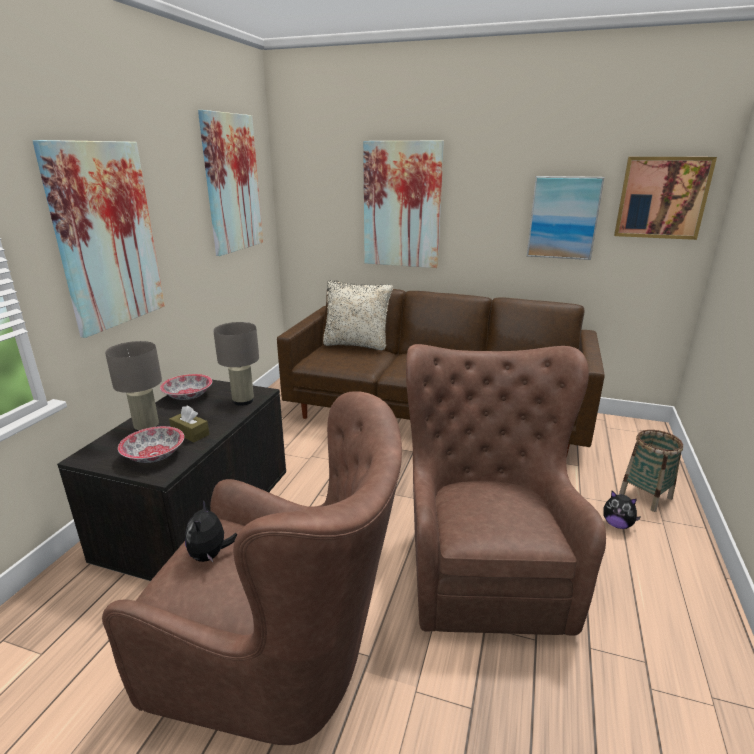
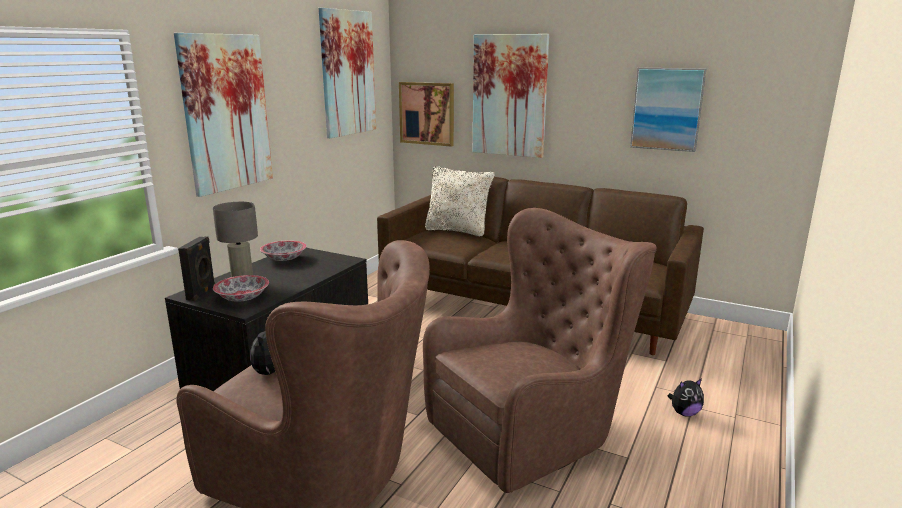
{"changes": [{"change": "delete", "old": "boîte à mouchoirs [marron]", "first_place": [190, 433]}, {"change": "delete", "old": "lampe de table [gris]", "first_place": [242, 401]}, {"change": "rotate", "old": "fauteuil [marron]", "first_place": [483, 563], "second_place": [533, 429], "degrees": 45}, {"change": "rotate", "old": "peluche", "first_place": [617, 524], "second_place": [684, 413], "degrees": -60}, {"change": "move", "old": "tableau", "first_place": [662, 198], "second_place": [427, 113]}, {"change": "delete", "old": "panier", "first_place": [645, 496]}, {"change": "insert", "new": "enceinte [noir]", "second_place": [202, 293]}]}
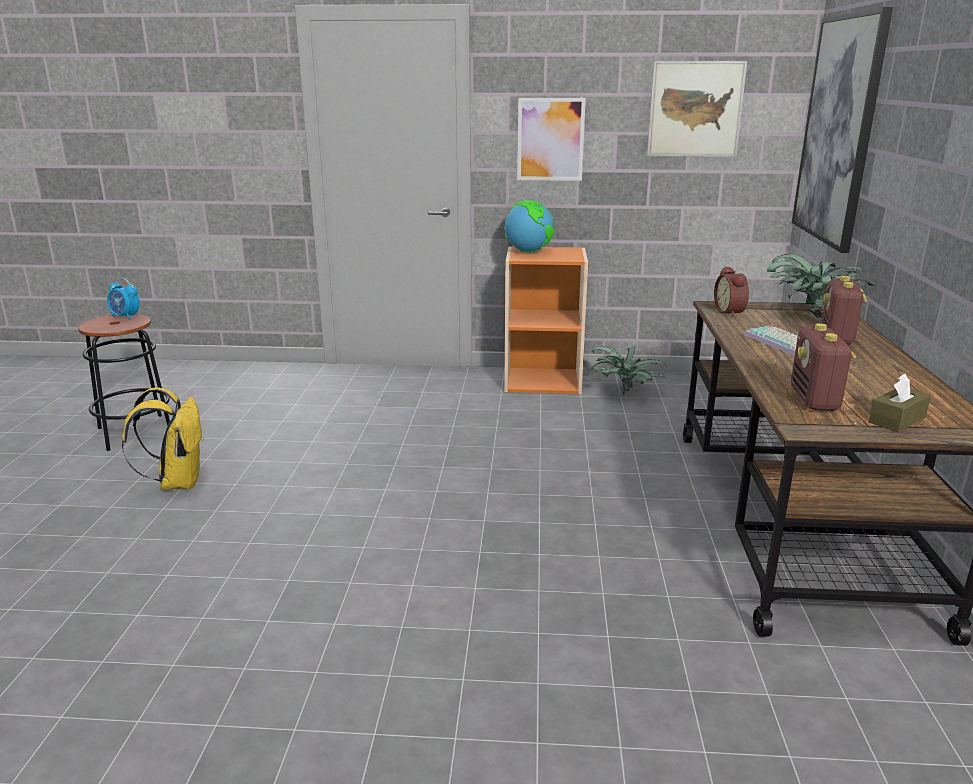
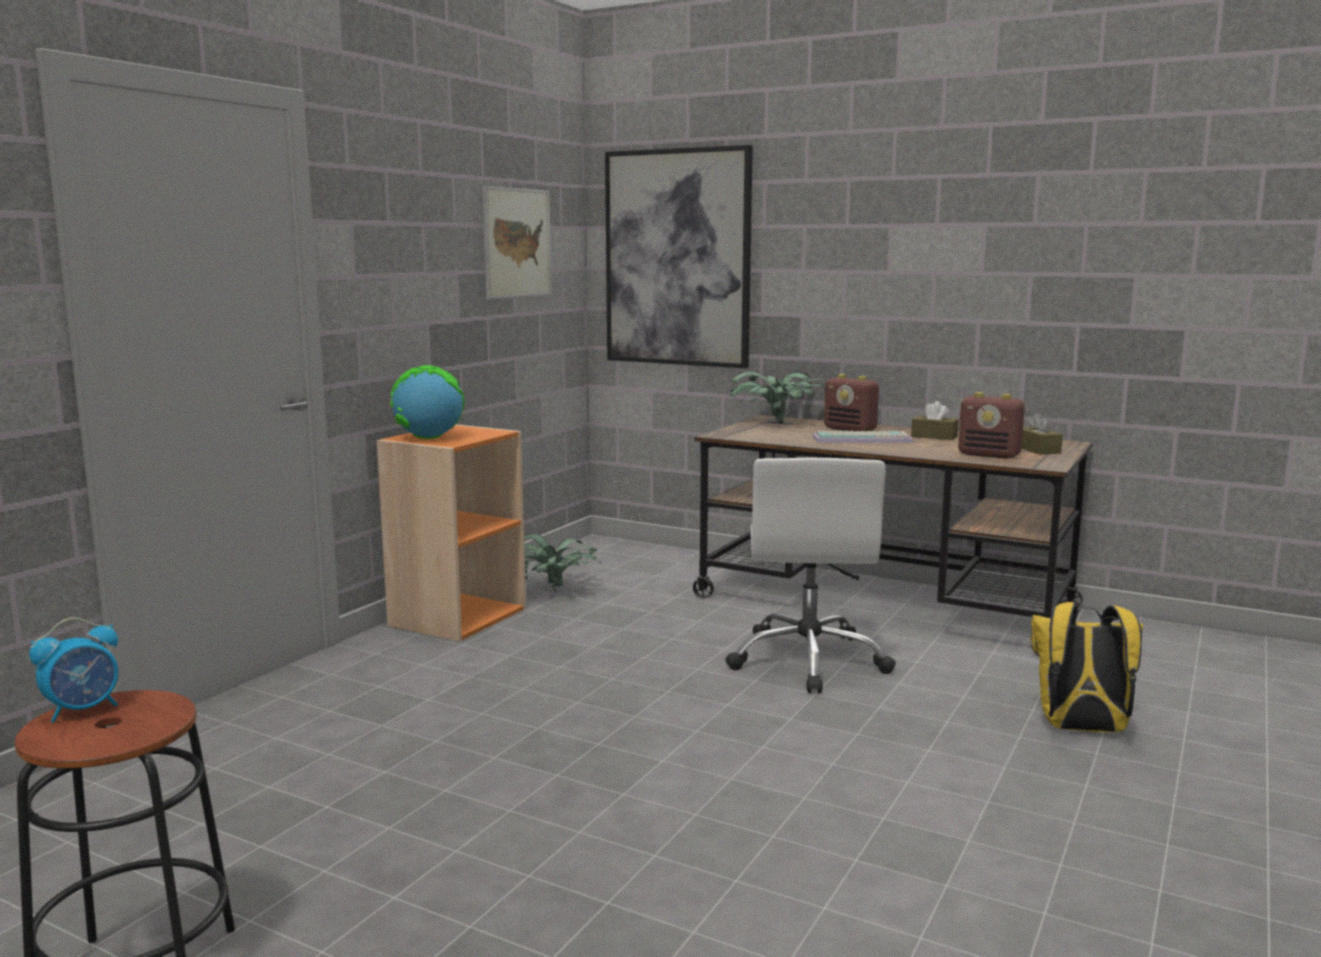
{"changes": [{"change": "move", "old": "sac à dos [jaune]", "first_place": [178, 482], "second_place": [1081, 729]}, {"change": "delete", "old": "tableau", "first_place": [550, 139]}, {"change": "delete", "old": "réveil", "first_place": [731, 312]}, {"change": "insert", "new": "chaise de bureau [blanc]", "second_place": [808, 661]}, {"change": "insert", "new": "boîte à mouchoirs [marron]", "second_place": [934, 436]}]}
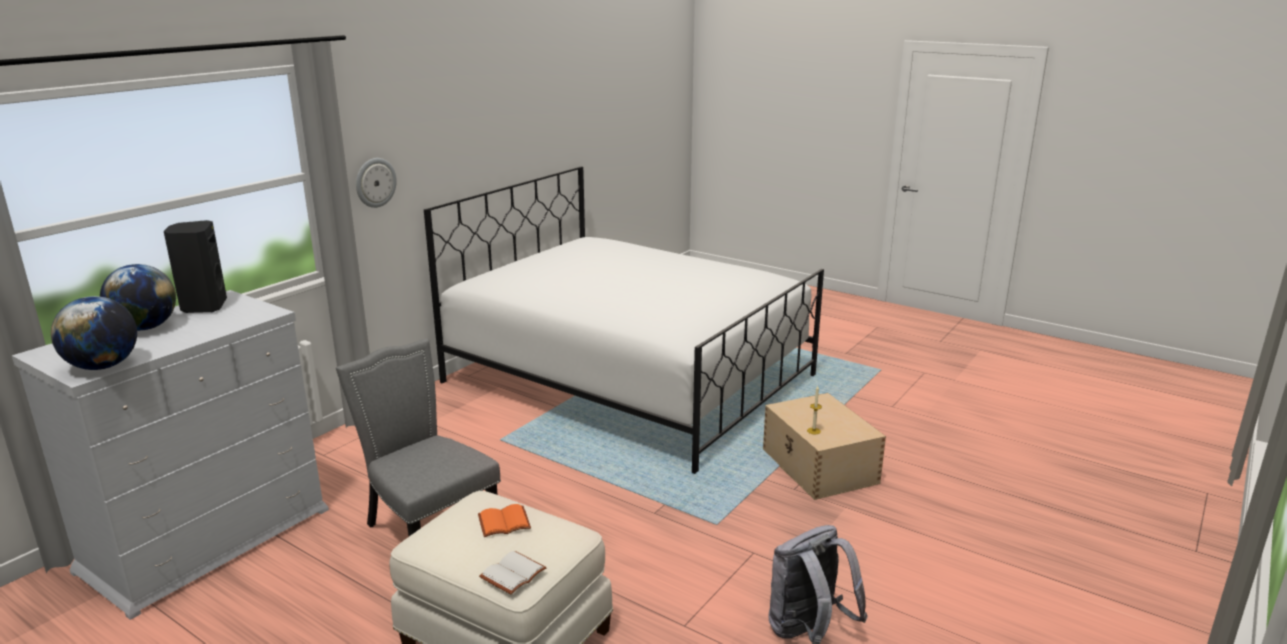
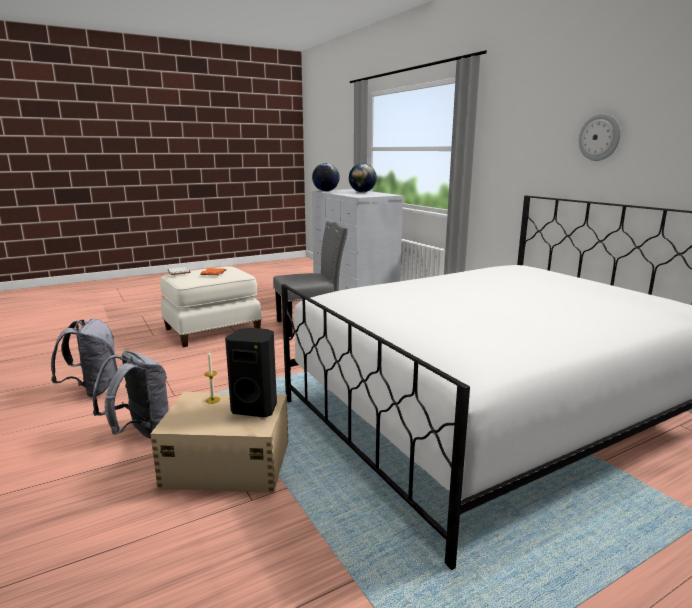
{"changes": [{"change": "move", "old": "enceinte [noir]", "first_place": [203, 307], "second_place": [256, 408]}, {"change": "move", "old": "horloge murale", "first_place": [375, 182], "second_place": [599, 137]}, {"change": "insert", "new": "sac à dos [gris]", "second_place": [140, 433]}]}
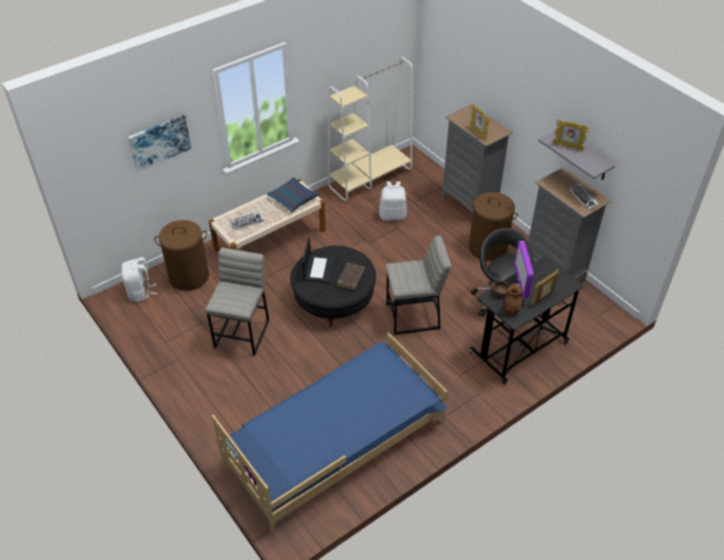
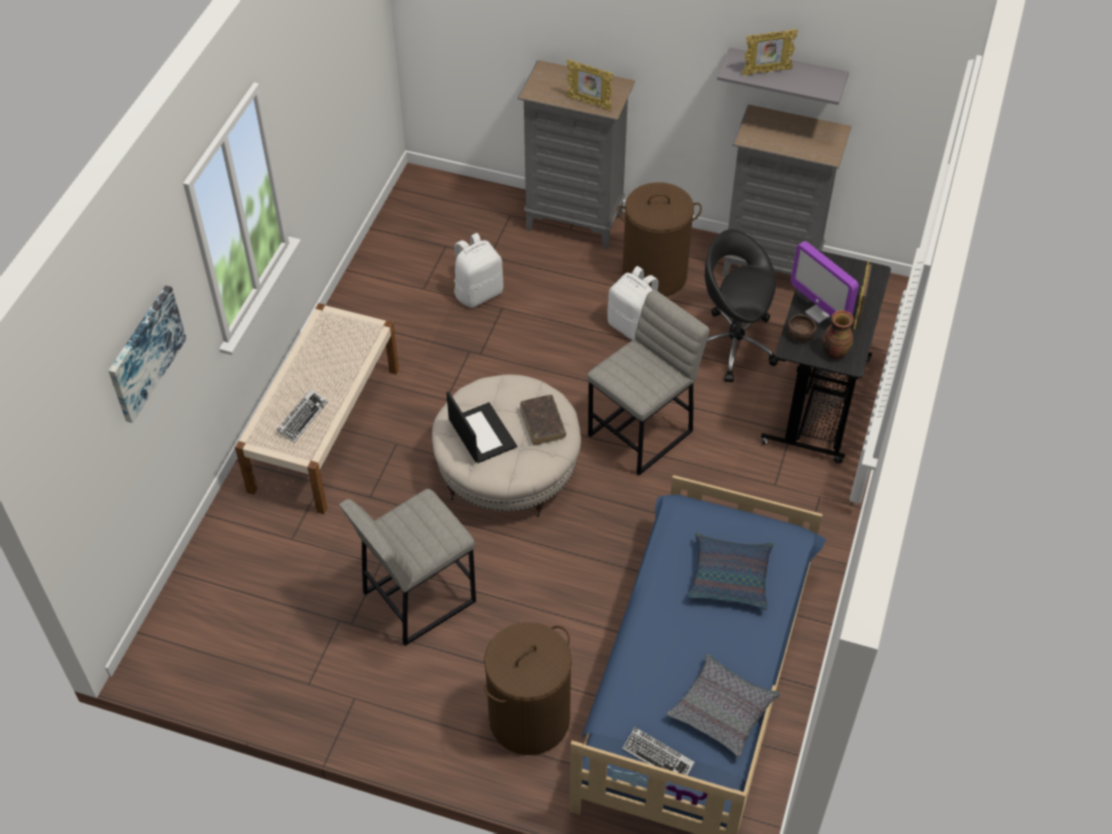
{"changes": [{"change": "move", "old": "sac à dos [blanc]", "first_place": [140, 292], "second_place": [633, 326]}, {"change": "move", "old": "panier à linge [marron]", "first_place": [189, 276], "second_place": [529, 718]}, {"change": "rotate", "old": "chaise [gris]", "first_place": [242, 332], "second_place": [417, 598], "degrees": -105}, {"change": "move", "old": "coussin [bleu]", "first_place": [293, 199], "second_place": [729, 577]}, {"change": "recolor", "old": "pouf [noir]", "new": "pouf [beige]", "first_place": [333, 299], "second_place": [507, 471]}, {"change": "delete", "old": "portant [beige]", "first_place": [370, 178]}, {"change": "move", "old": "clavier", "first_place": [583, 198], "second_place": [658, 757]}, {"change": "insert", "new": "coussin [gris]", "second_place": [722, 710]}]}
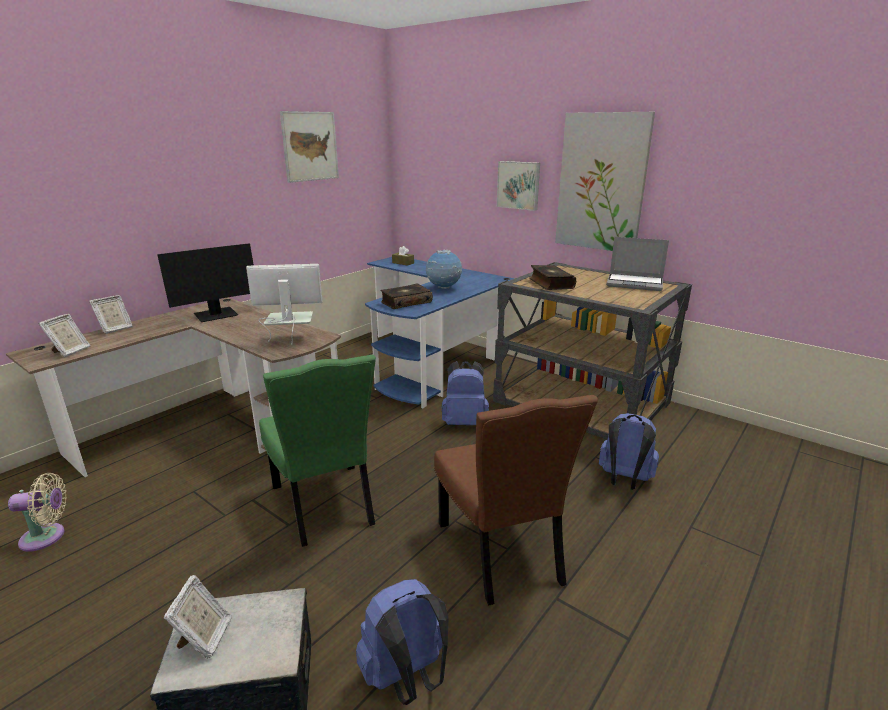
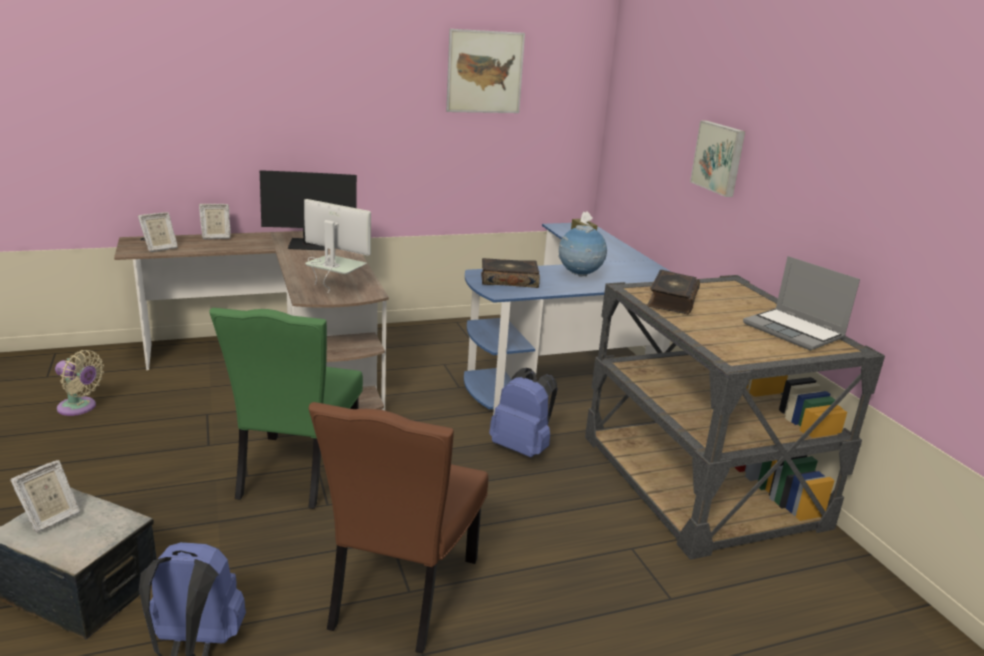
{"changes": [{"change": "delete", "old": "tableau", "first_place": [601, 183]}, {"change": "delete", "old": "sac à dos [bleu]", "first_place": [624, 480]}]}
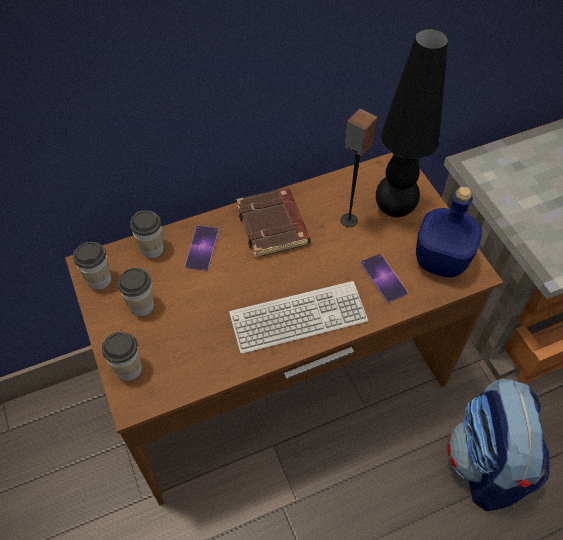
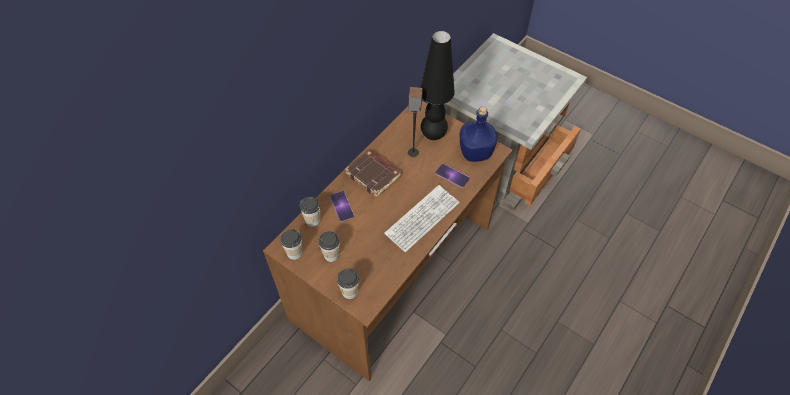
{"changes": [{"change": "delete", "old": "sac à dos", "first_place": [486, 465]}]}
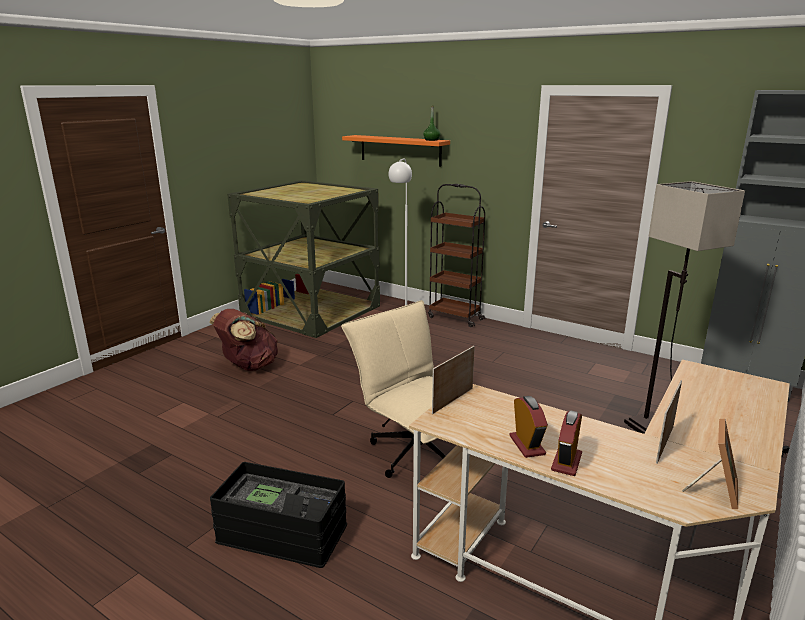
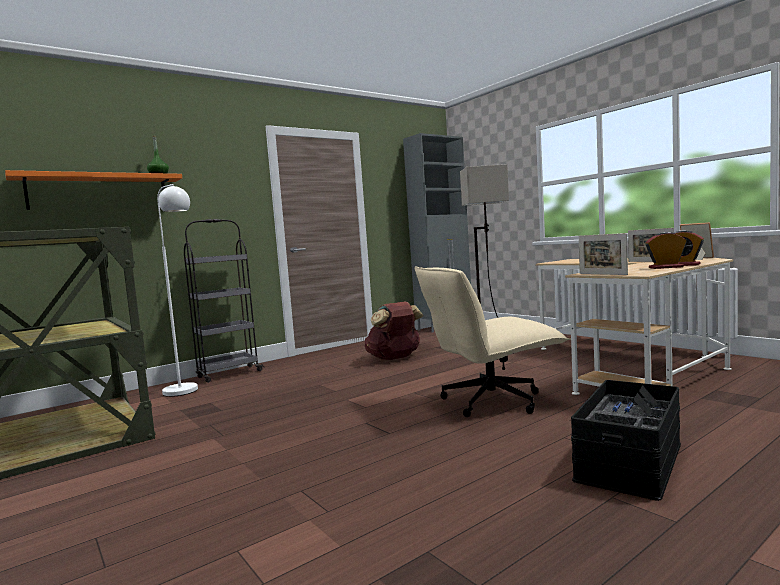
{"changes": [{"change": "move", "old": "sac à dos [marron]", "first_place": [248, 366], "second_place": [394, 358]}, {"change": "recolor", "old": "chariot [marron]", "new": "chariot [gris]", "first_place": [455, 318], "second_place": [229, 374]}]}
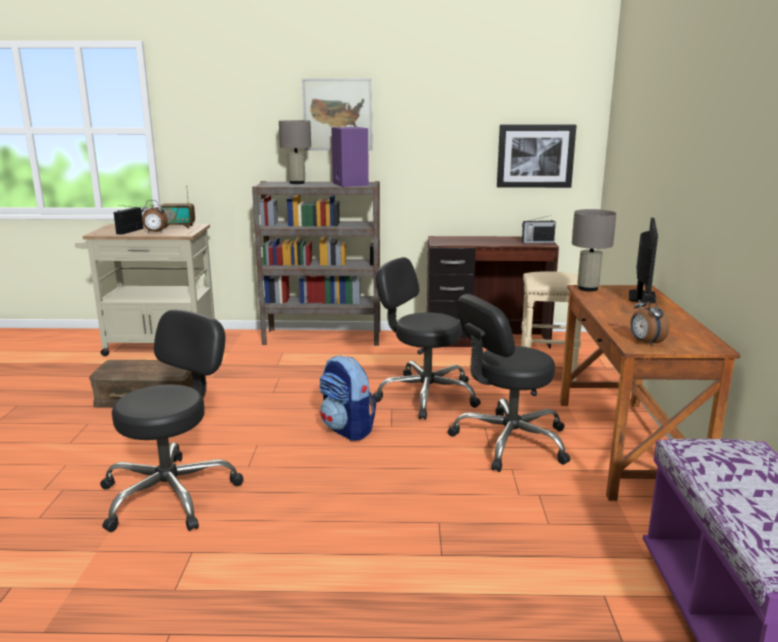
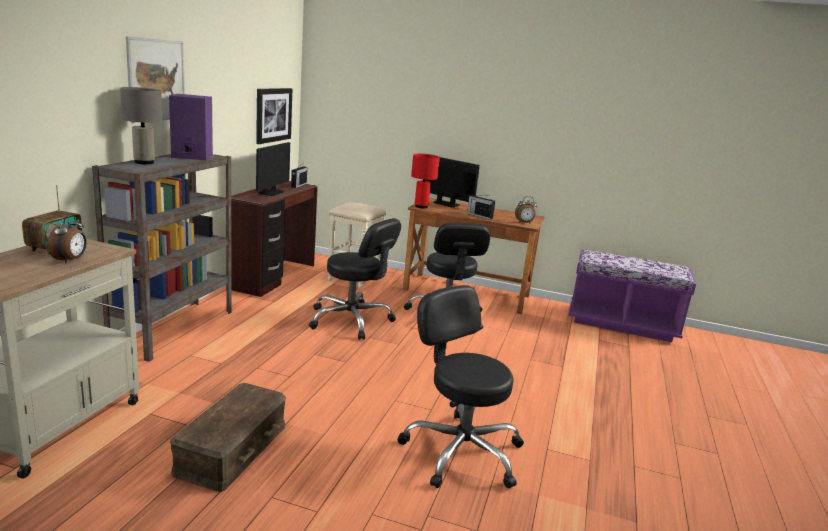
{"changes": [{"change": "move", "old": "radio", "first_place": [130, 231], "second_place": [479, 216]}, {"change": "delete", "old": "sac à dos", "first_place": [347, 429]}, {"change": "rotate", "old": "chaise de bureau [noir]", "first_place": [422, 394], "second_place": [354, 321], "degrees": -105}, {"change": "recolor", "old": "lampe de table [gris]", "new": "lampe de table [rouge]", "first_place": [588, 289], "second_place": [421, 206]}, {"change": "insert", "new": "écran d'ordinateur", "second_place": [271, 192]}]}
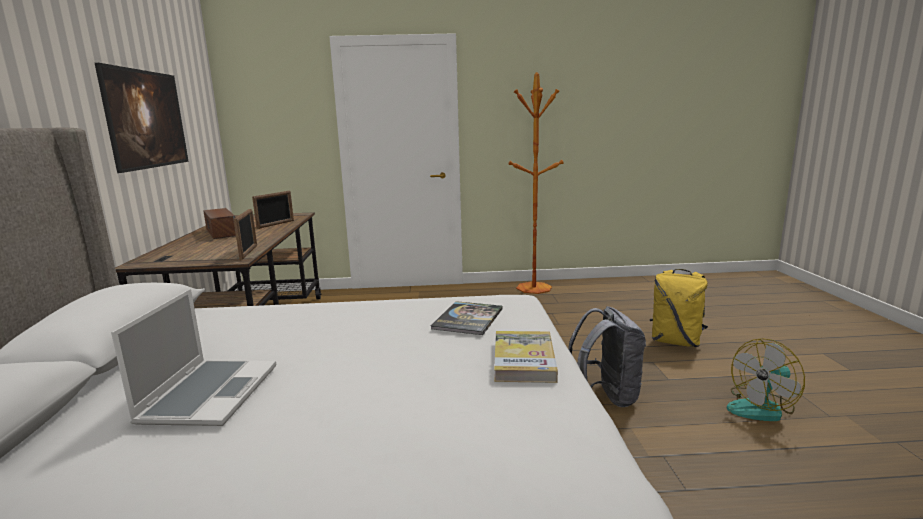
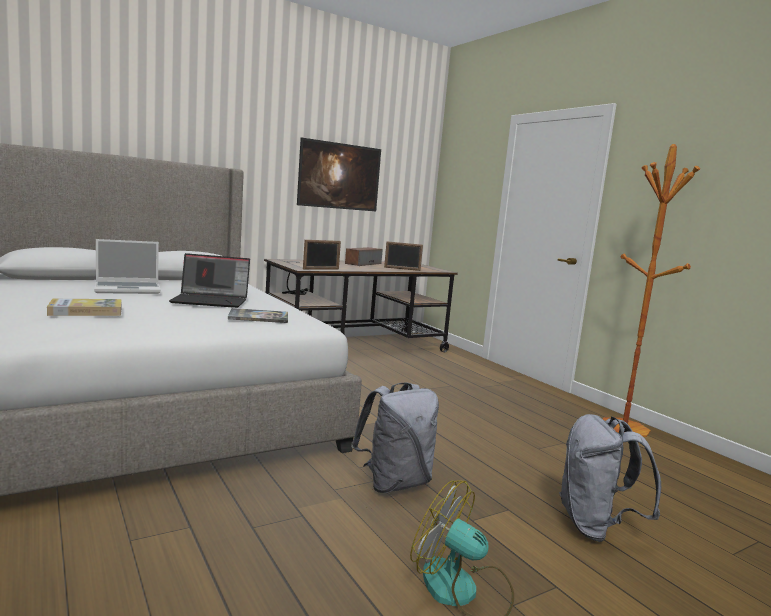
{"changes": [{"change": "move", "old": "livre", "first_place": [524, 360], "second_place": [86, 311]}, {"change": "recolor", "old": "sac à dos [jaune]", "new": "sac à dos [gris]", "first_place": [676, 341], "second_place": [596, 527]}, {"change": "insert", "new": "ordinateur portable", "second_place": [211, 301]}]}
